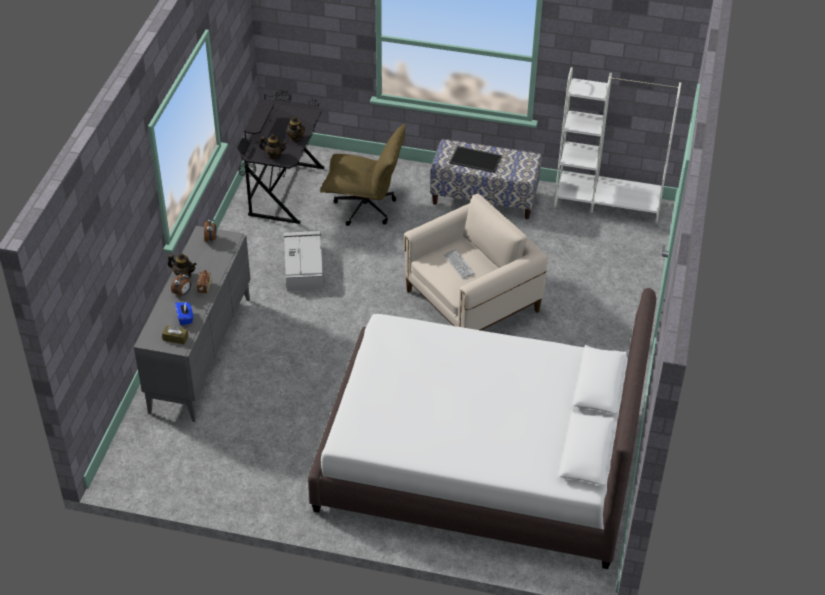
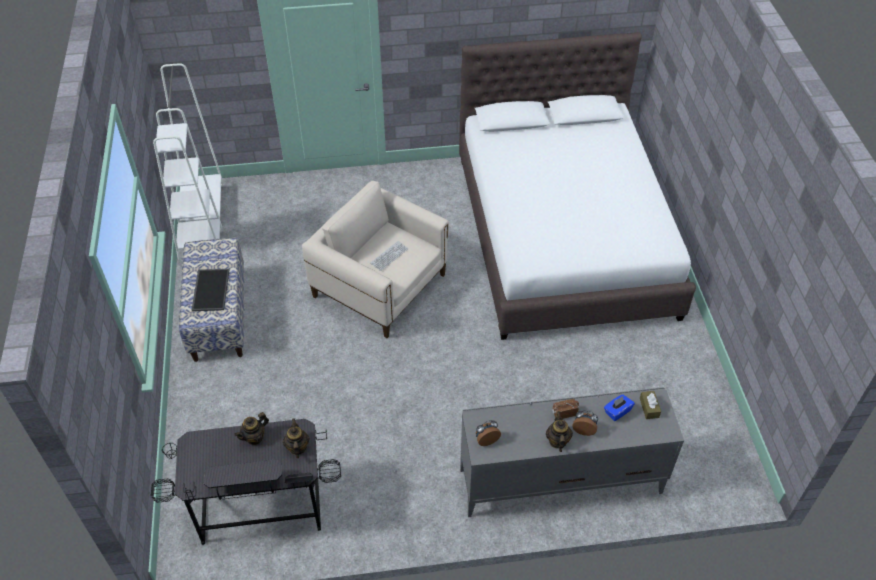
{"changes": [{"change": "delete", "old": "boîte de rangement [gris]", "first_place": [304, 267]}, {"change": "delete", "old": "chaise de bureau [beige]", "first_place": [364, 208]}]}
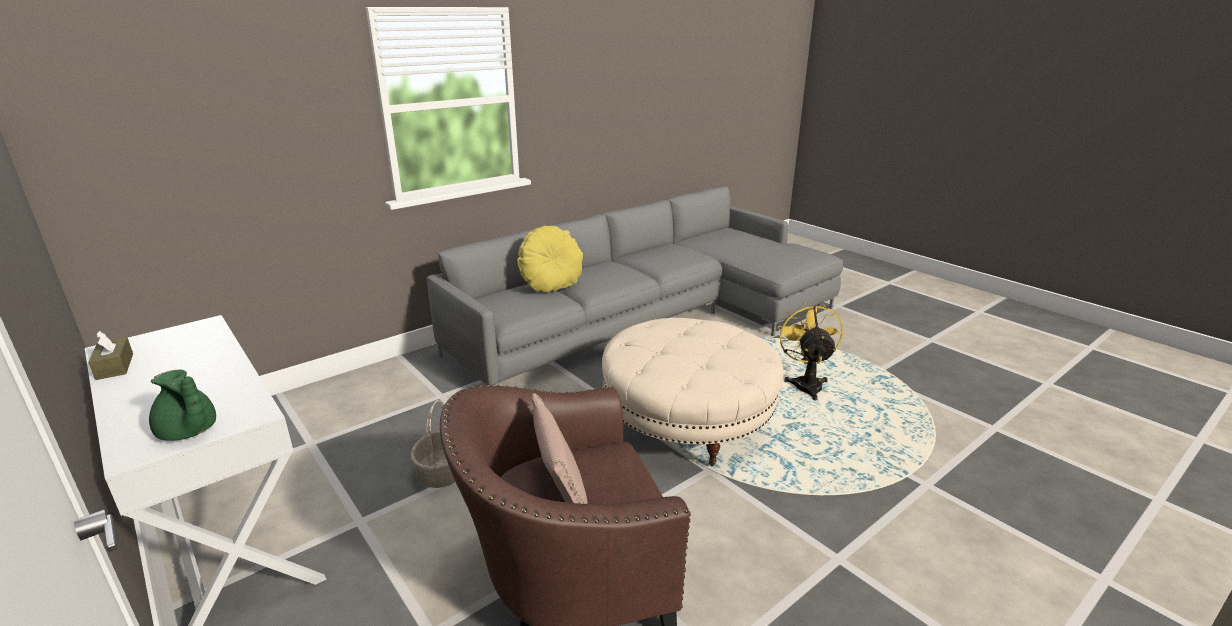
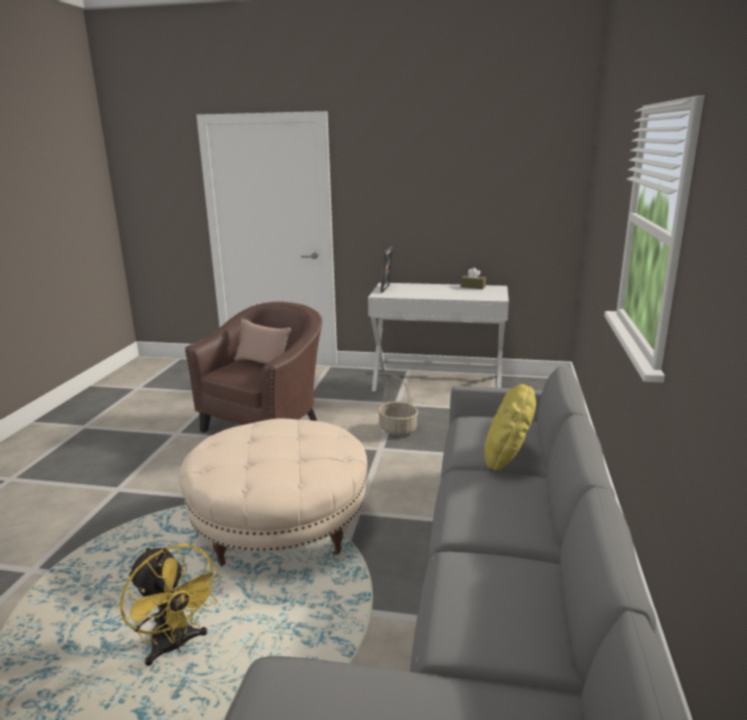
{"changes": [{"change": "replace", "old": "théière [vert]", "new": "cadre photo", "first_place": [188, 432], "second_place": [386, 289]}]}
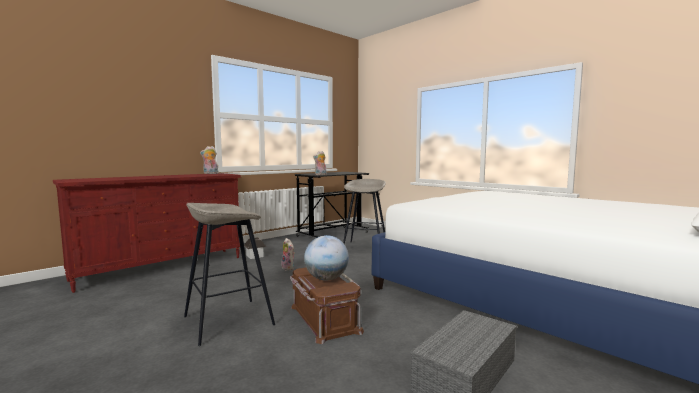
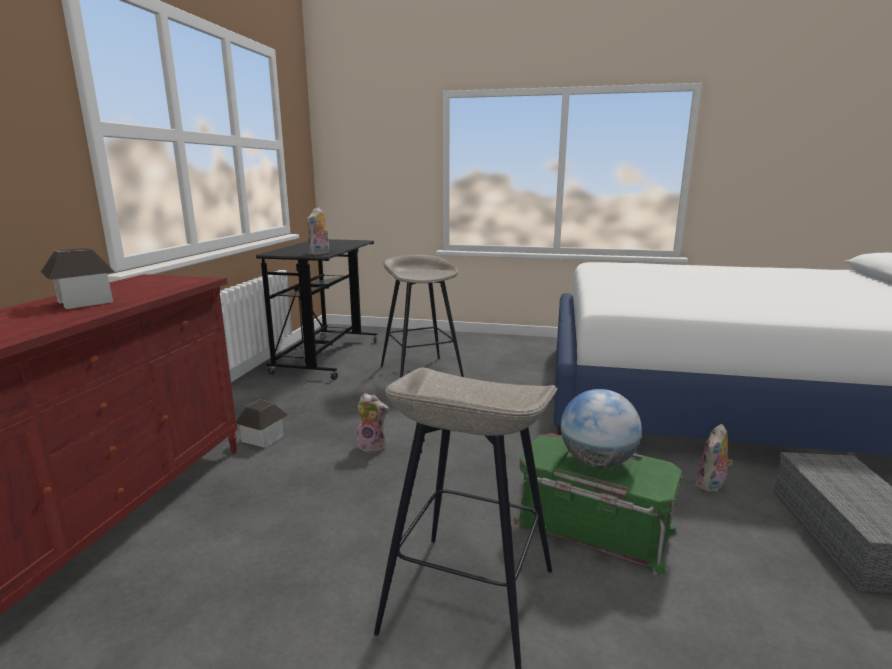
{"changes": [{"change": "move", "old": "peluche", "first_place": [210, 173], "second_place": [711, 486]}, {"change": "recolor", "old": "boîte de rangement [marron]", "new": "boîte de rangement [vert]", "first_place": [323, 319], "second_place": [592, 527]}, {"change": "insert", "new": "maison miniature", "second_place": [84, 302]}]}
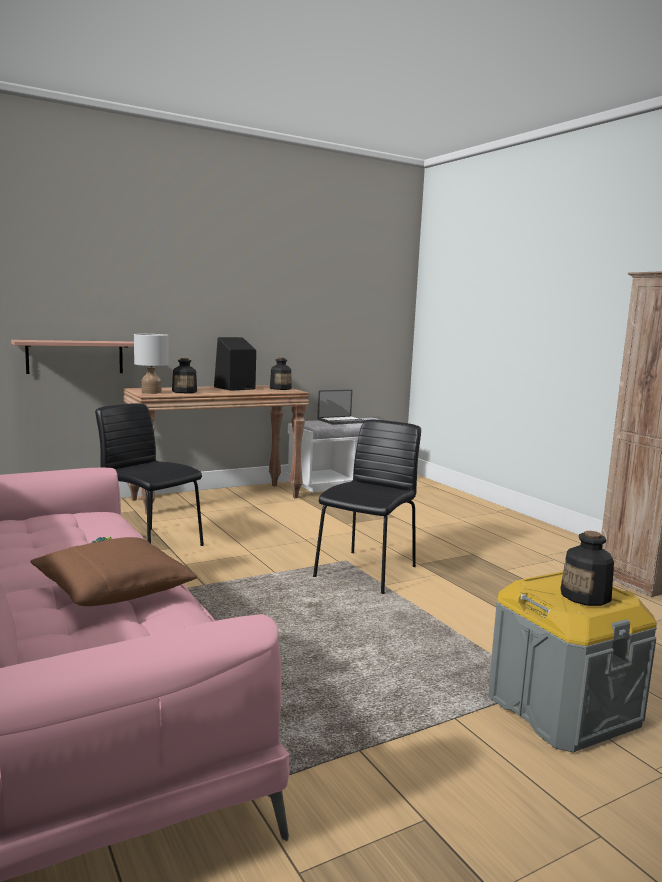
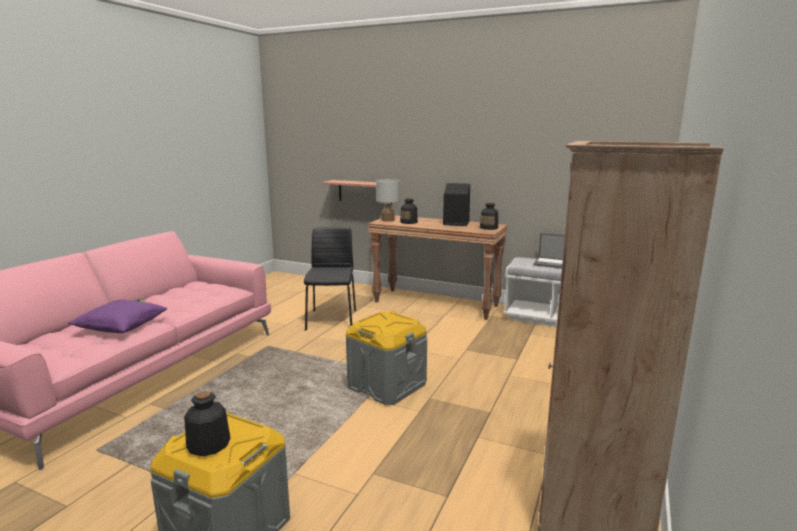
{"changes": [{"change": "recolor", "old": "coussin [marron]", "new": "coussin [violet]", "first_place": [114, 592], "second_place": [121, 327]}, {"change": "replace", "old": "chaise [noir]", "new": "boîte de rangement [gris]", "first_place": [367, 570], "second_place": [386, 385]}]}
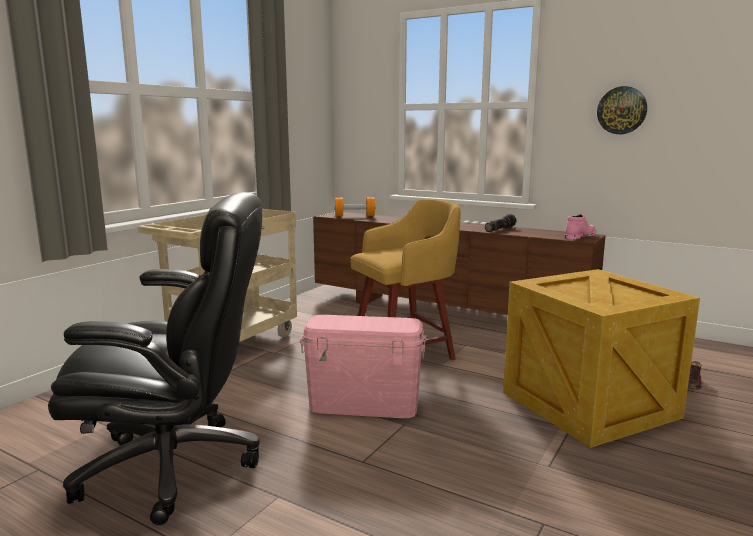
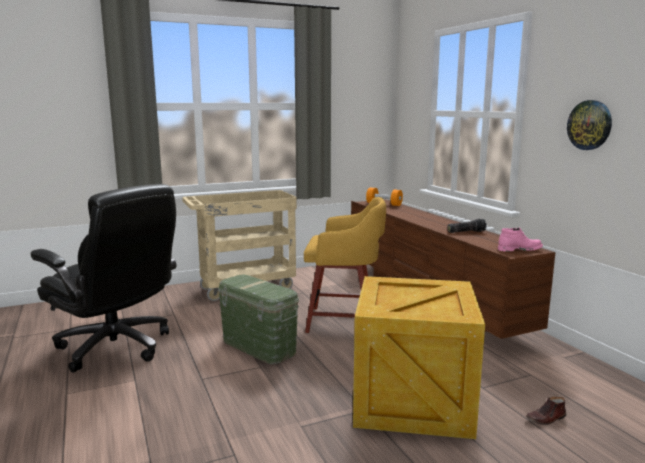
{"changes": [{"change": "recolor", "old": "boîte de rangement [rose]", "new": "boîte de rangement [vert]", "first_place": [363, 404], "second_place": [258, 346]}]}
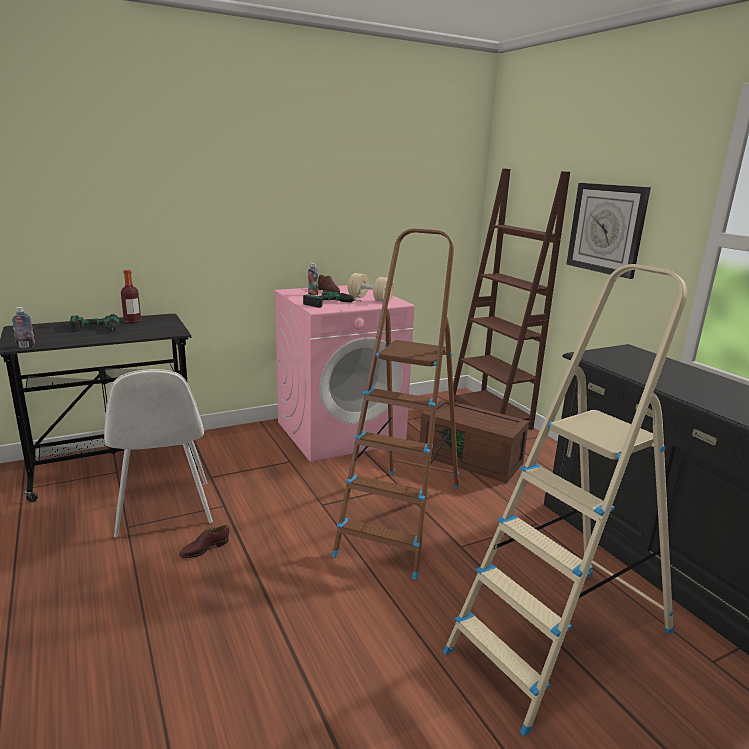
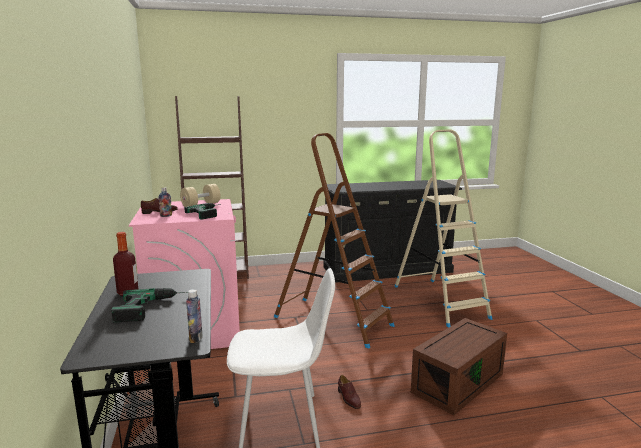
{"changes": [{"change": "move", "old": "boîte de rangement [marron]", "first_place": [472, 459], "second_place": [457, 382]}, {"change": "delete", "old": "horloge murale", "first_place": [606, 229]}]}
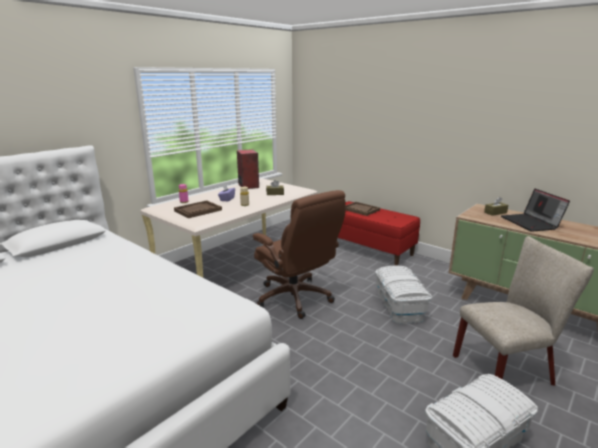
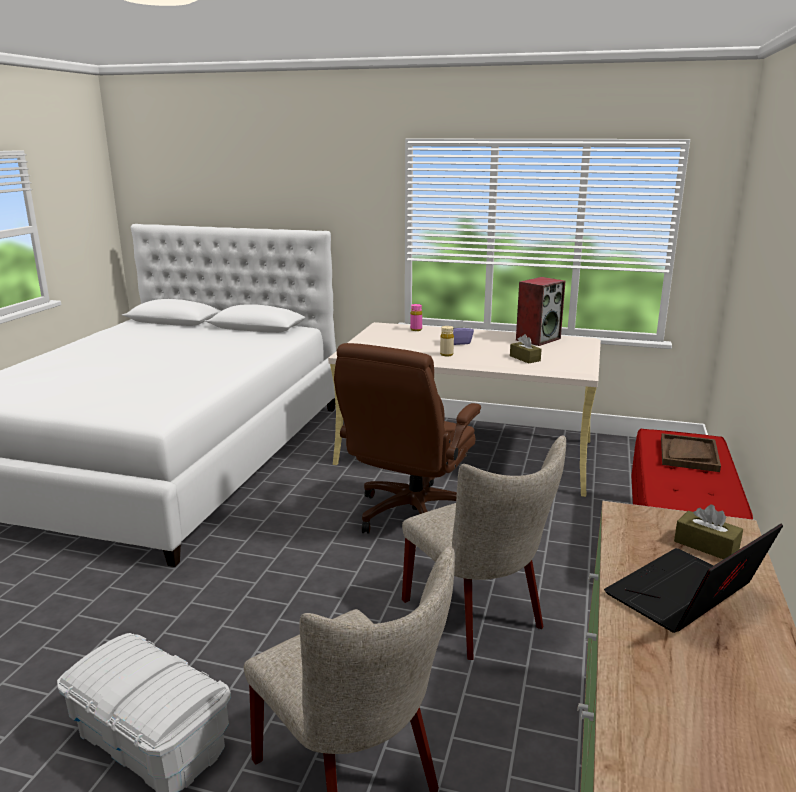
{"changes": [{"change": "delete", "old": "plateau [marron]", "first_place": [198, 210]}, {"change": "replace", "old": "boîte de rangement [blanc]", "new": "chaise [beige]", "first_place": [400, 306], "second_place": [479, 617]}]}
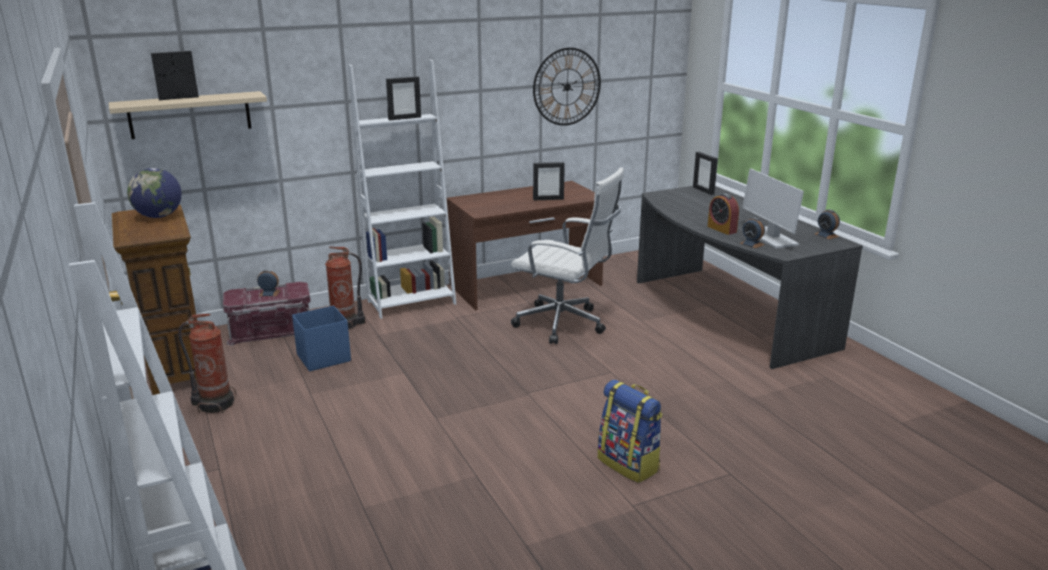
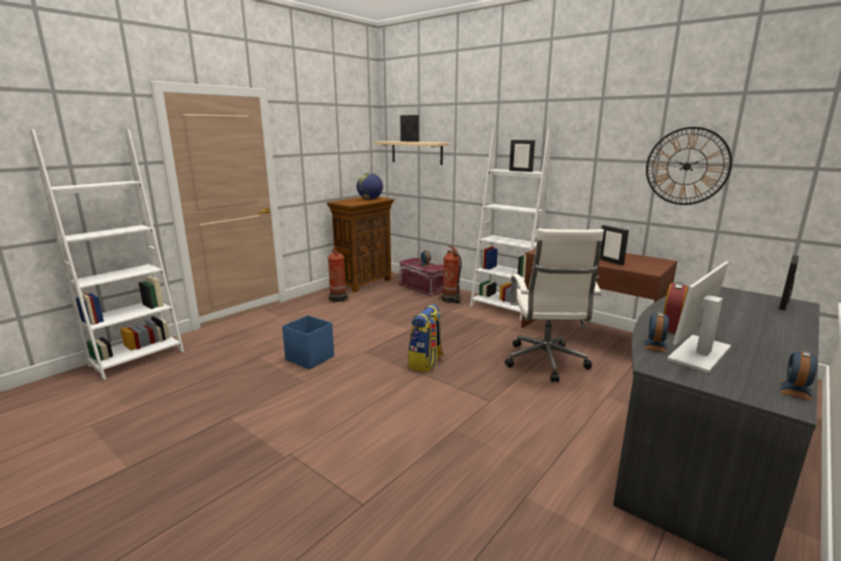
{"changes": [{"change": "move", "old": "boîte de rangement [bleu]", "first_place": [322, 358], "second_place": [309, 358]}, {"change": "move", "old": "sac à dos", "first_place": [629, 464], "second_place": [426, 363]}]}
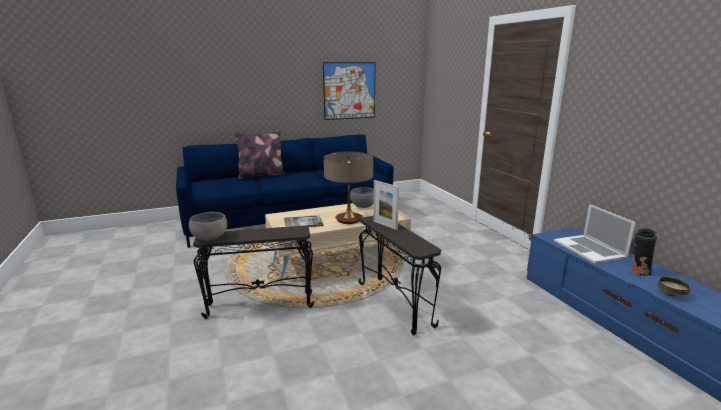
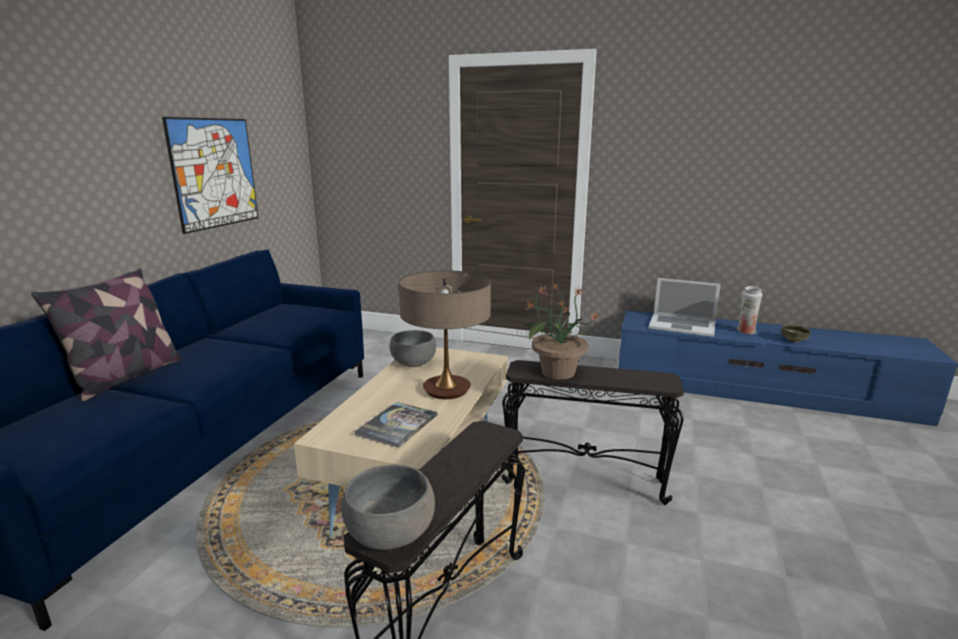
{"changes": [{"change": "replace", "old": "cadre photo", "new": "plante en pot", "first_place": [385, 225], "second_place": [557, 372]}, {"change": "recolor", "old": "vase [noir]", "new": "vase [blanc]", "first_place": [639, 272], "second_place": [746, 332]}]}
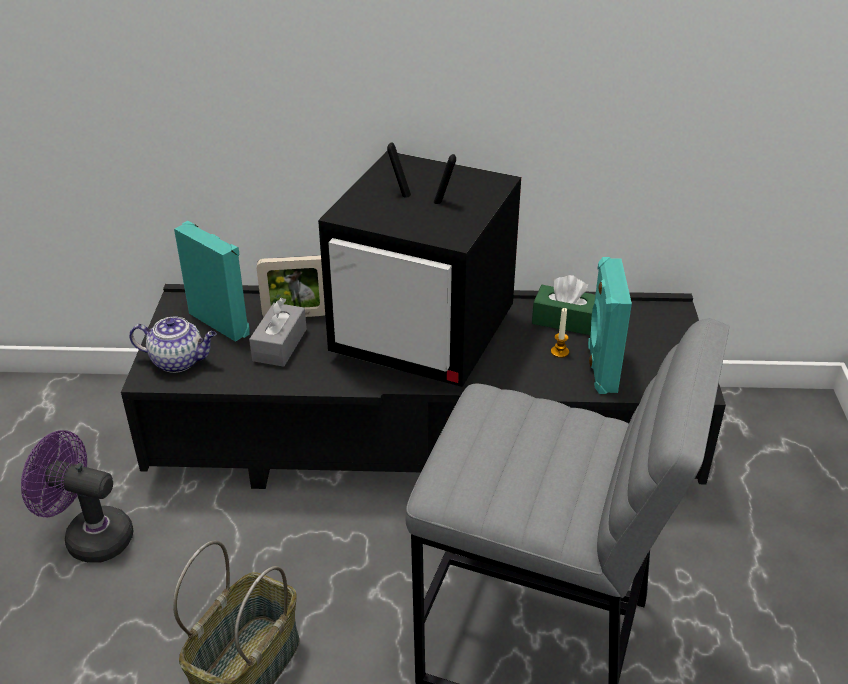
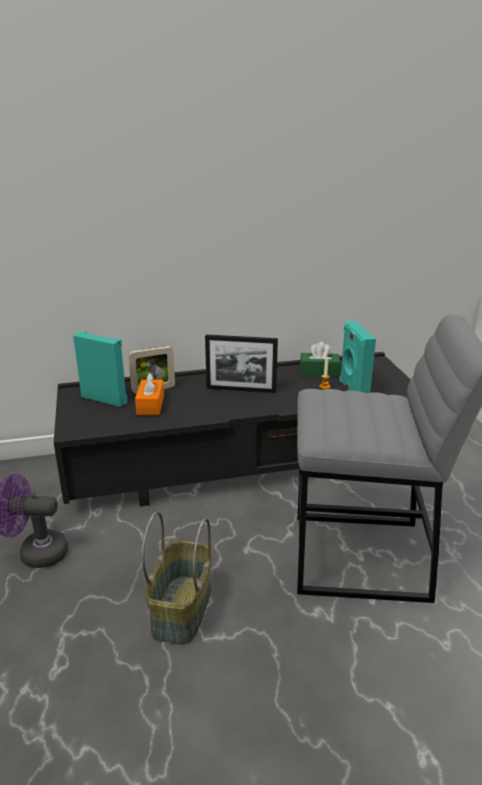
{"changes": [{"change": "delete", "old": "théière", "first_place": [179, 361]}, {"change": "recolor", "old": "boîte à mouchoirs [gris]", "new": "boîte à mouchoirs [orange]", "first_place": [279, 345], "second_place": [150, 405]}, {"change": "replace", "old": "téléviseur", "new": "cadre photo", "first_place": [426, 337], "second_place": [241, 389]}]}
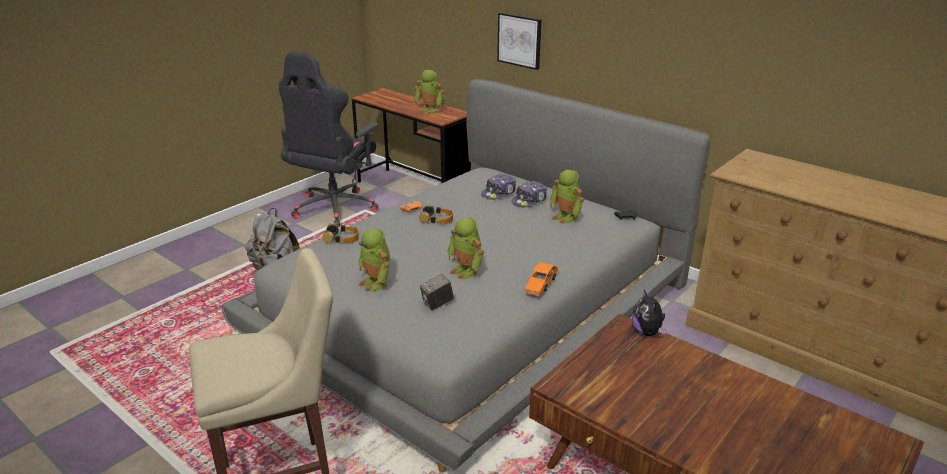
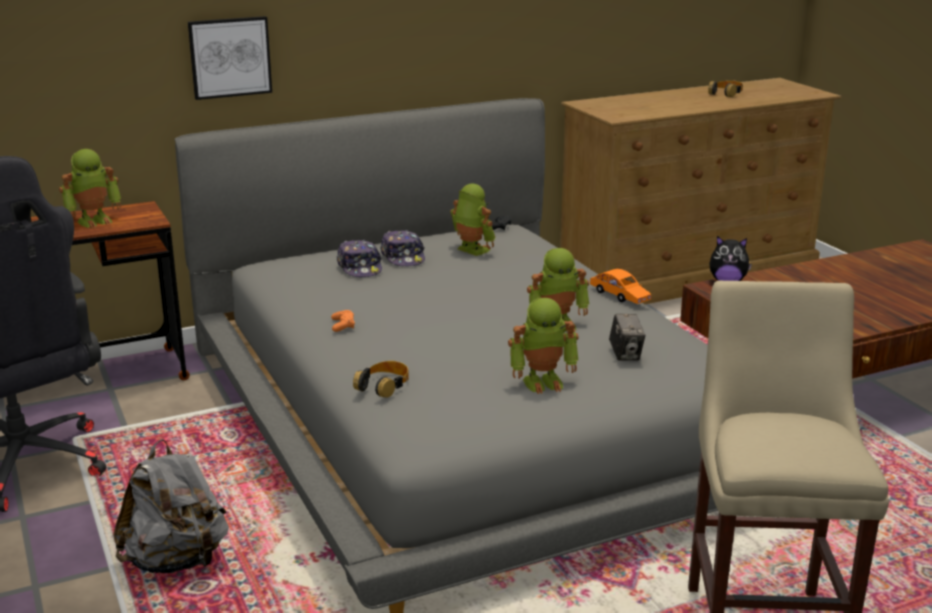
{"changes": [{"change": "move", "old": "casque audio", "first_place": [437, 219], "second_place": [726, 93]}, {"change": "rotate", "old": "robot jouet", "first_place": [566, 217], "second_place": [471, 250], "degrees": -120}]}
